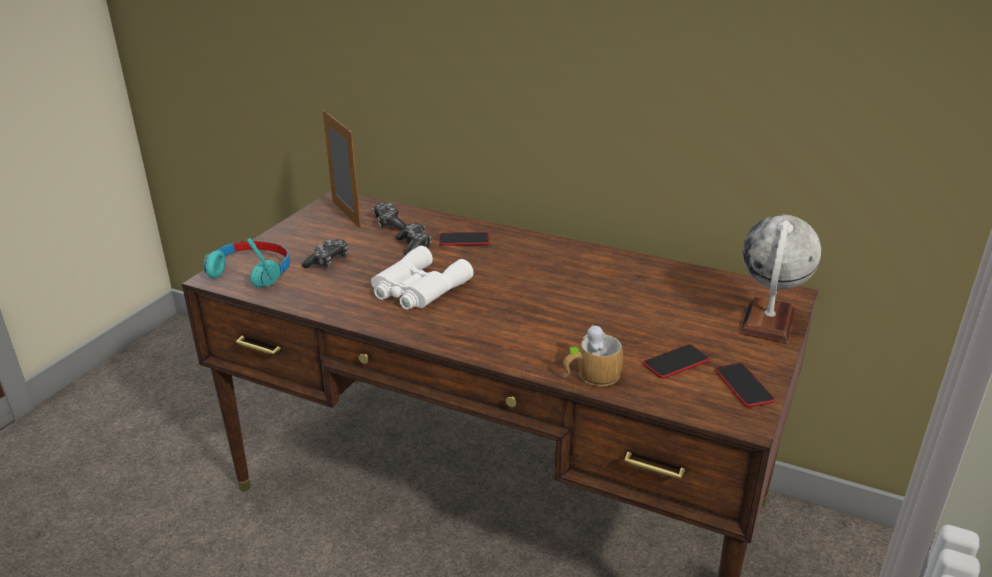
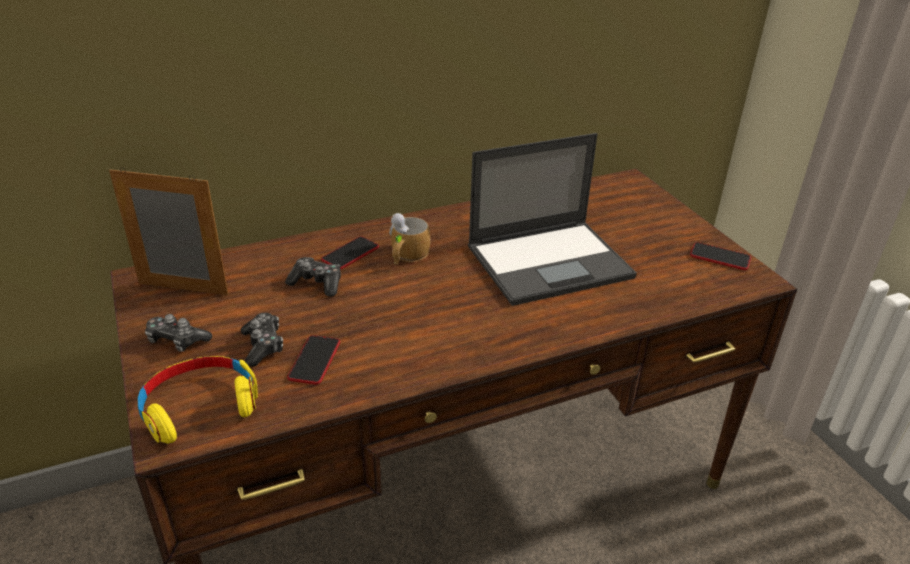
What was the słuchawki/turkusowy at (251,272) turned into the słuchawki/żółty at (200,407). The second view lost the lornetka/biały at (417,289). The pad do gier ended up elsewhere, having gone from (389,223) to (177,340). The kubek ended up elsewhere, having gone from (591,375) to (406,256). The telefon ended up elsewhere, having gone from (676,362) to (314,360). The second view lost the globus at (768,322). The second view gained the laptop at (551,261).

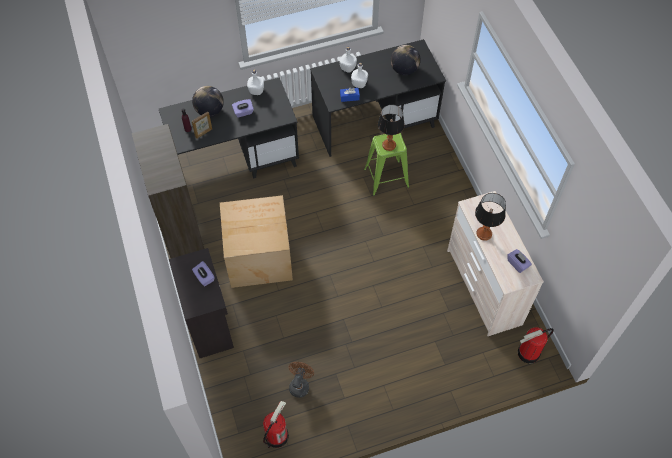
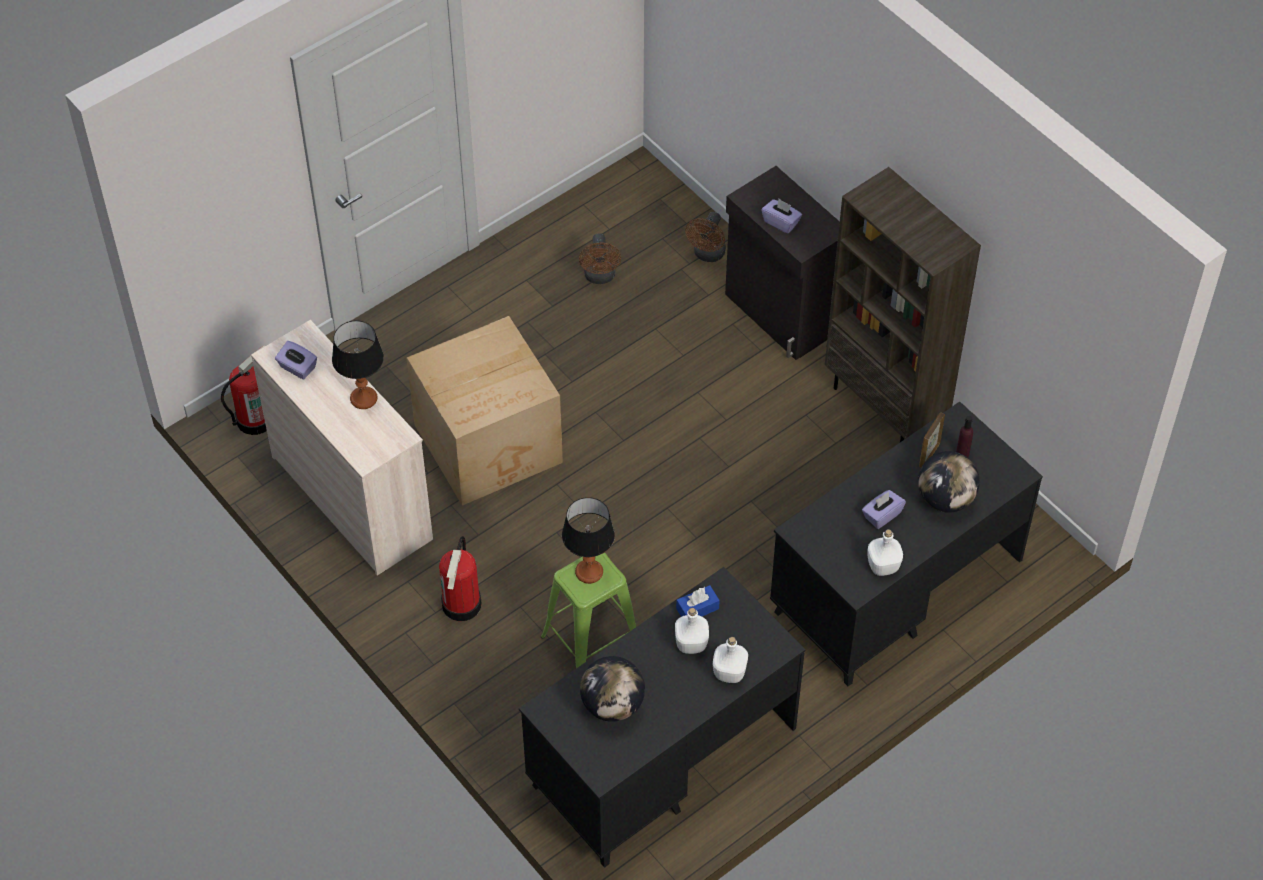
The karton ended up elsewhere, having gone from (258,256) to (490,444). The gaśnica ended up elsewhere, having gone from (276,435) to (462,604). The second view gained the wentylator/brązowy at (707,255).

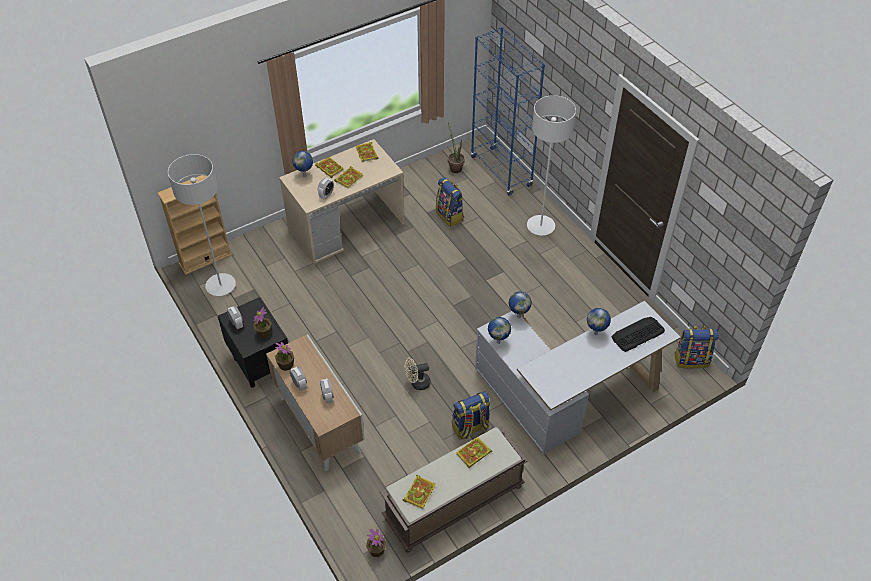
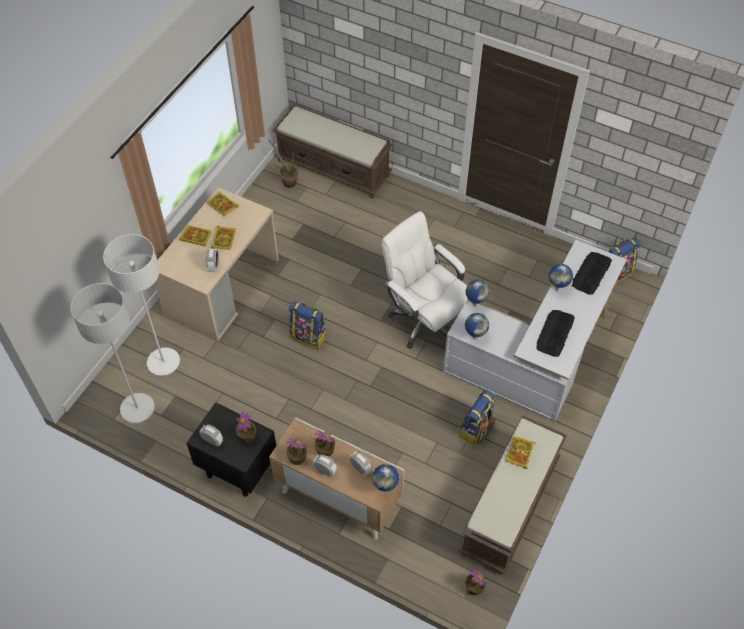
The second view lost the regał/beżowy at (205,259). The globus ended up elsewhere, having gone from (305,175) to (385,488). The second view lost the książka at (419,492). The second view lost the wentylator/beżowy at (417,383). The plecak ended up elsewhere, having gone from (450,215) to (309,336). Where the regał/niebieski stood at (501,171), the ławka/brązowy came to stand at (334,167). The lampa stojąca/biały ended up elsewhere, having gone from (540,226) to (163,362). The second view gained the roślina doniczkowa at (325,451). The second view gained the krzesło biurowe/biały at (424,320). The second view gained the klawiatura at (555,333).

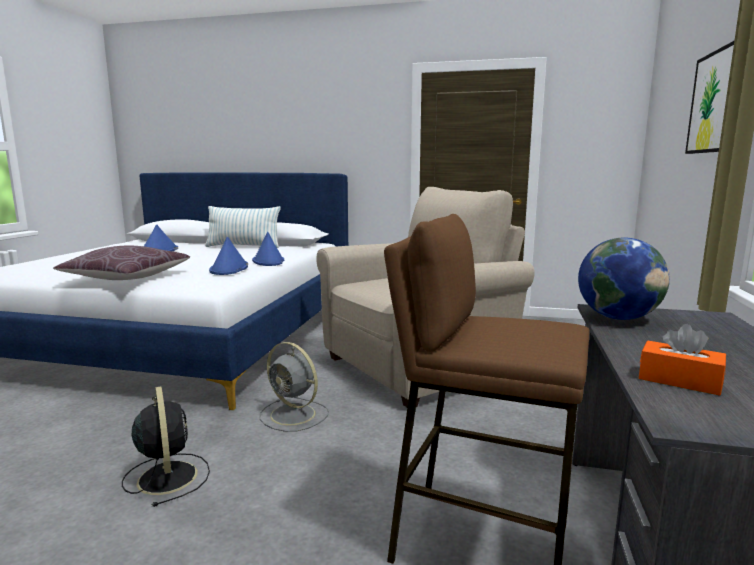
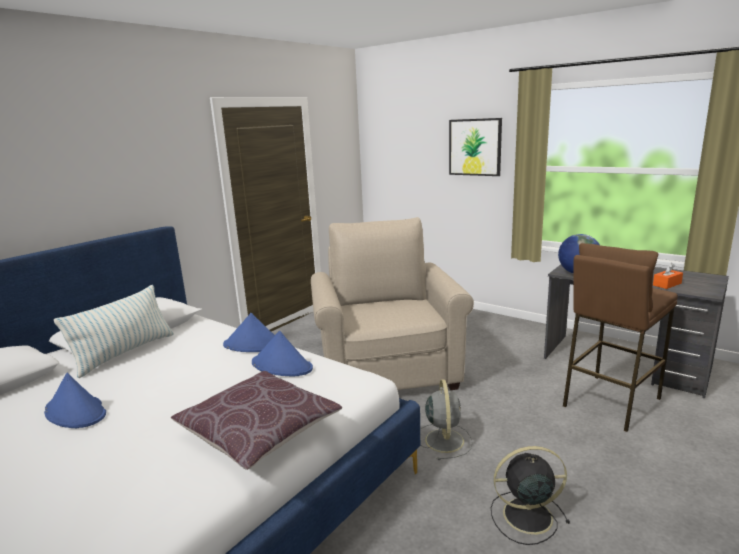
The wentylator/szary at (294,415) ended up facing another way, 60 degrees counterclockwise from before.

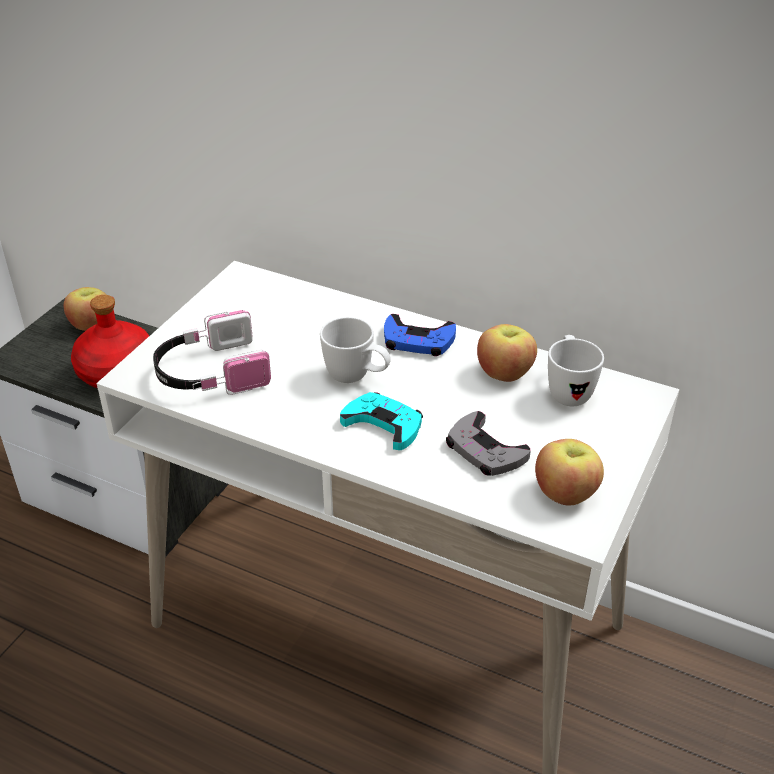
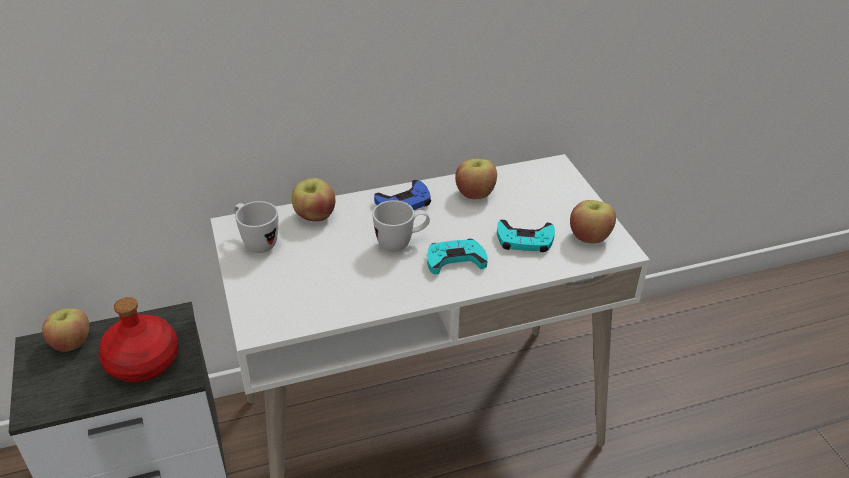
The second view lost the słuchawki at (210,373). What was the pad do gier/szary at (485,451) turned into the pad do gier/turkusowy at (525,240). The kubek/biały ended up elsewhere, having gone from (568,390) to (256,242). The second view gained the jabłko at (314,216).

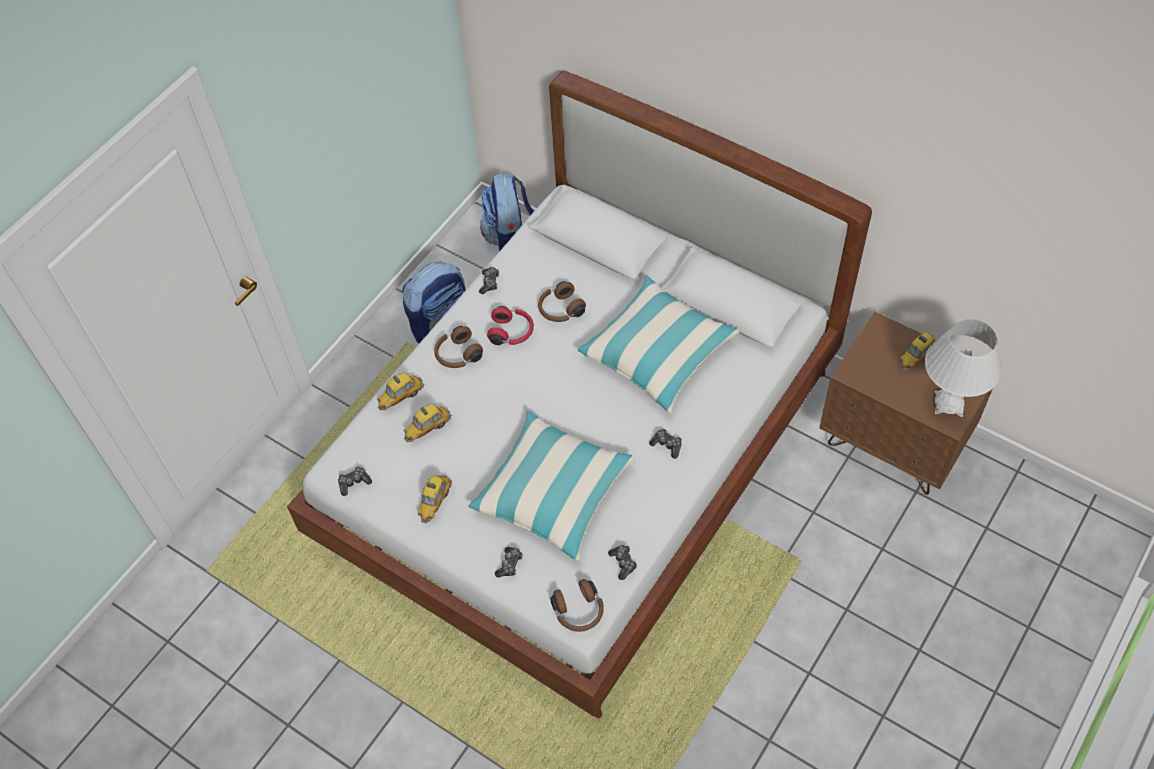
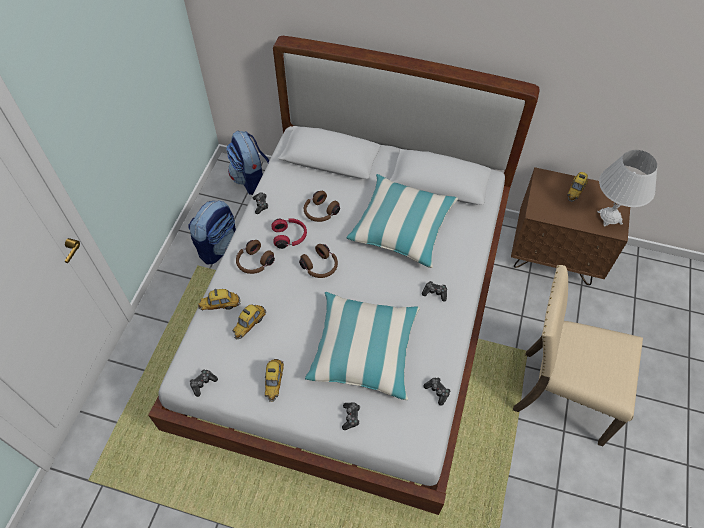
The samochodzik at (401,397) ended up facing another way, 45 degrees clockwise from before. The słuchawki/brązowy ended up elsewhere, having gone from (579,612) to (320,267). The second view gained the krzesło/beżowy at (560,393).

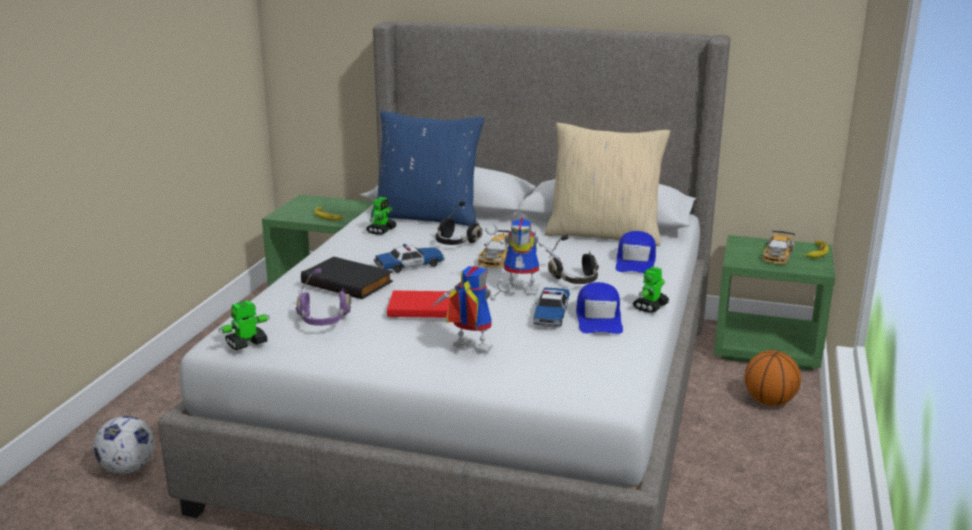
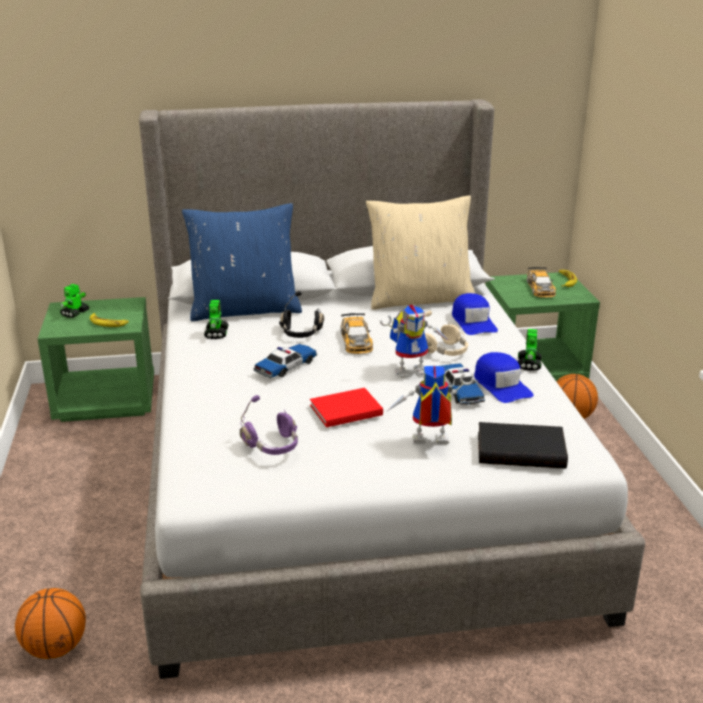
Where the piłka futbolowa stood at (128,468), the piłka do koszykówki came to stand at (56,648). The robot zabawkowy ended up elsewhere, having gone from (246,344) to (75,313). The książka/czarny ended up elsewhere, having gone from (349,282) to (521,449). What was the słuchawki/czarny at (576,280) turned into the słuchawki/beżowy at (445,351).

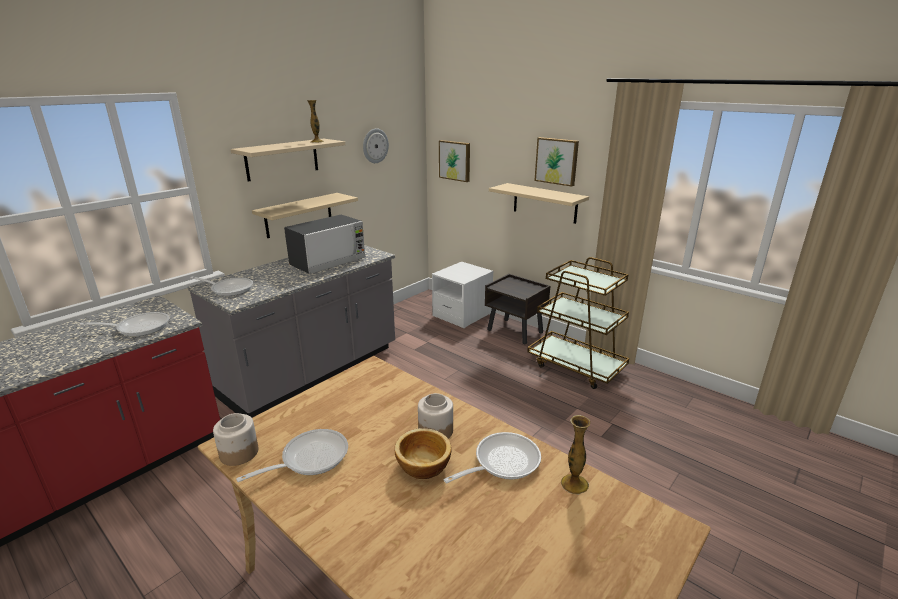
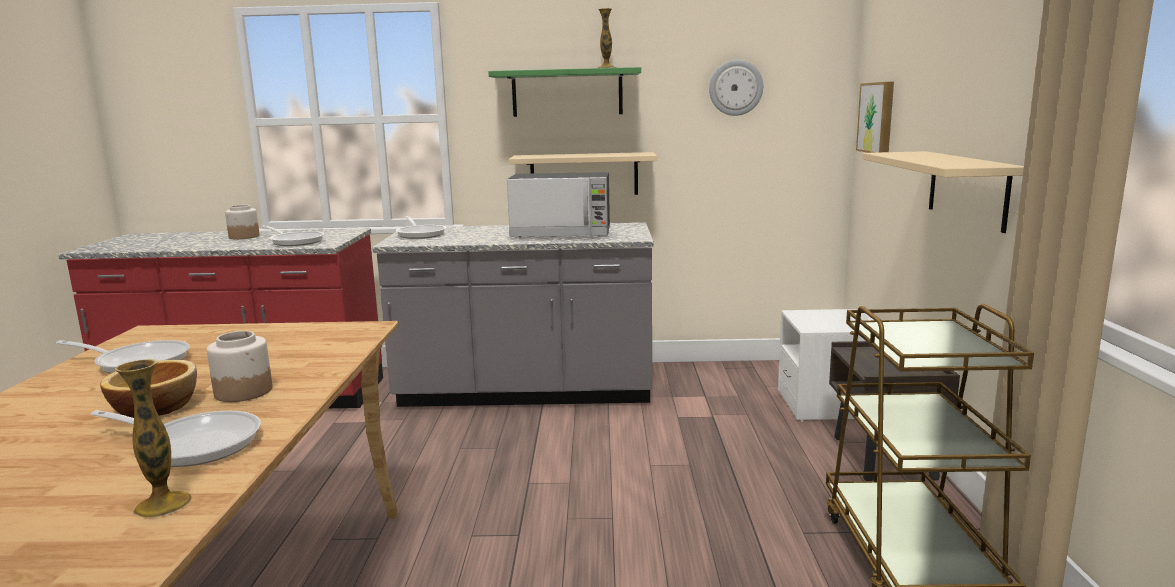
The słoik ended up elsewhere, having gone from (238,453) to (244,237). What was the półka/beżowy at (282,159) turned into the półka/zielony at (567,93). The second view lost the obraz at (557,161).

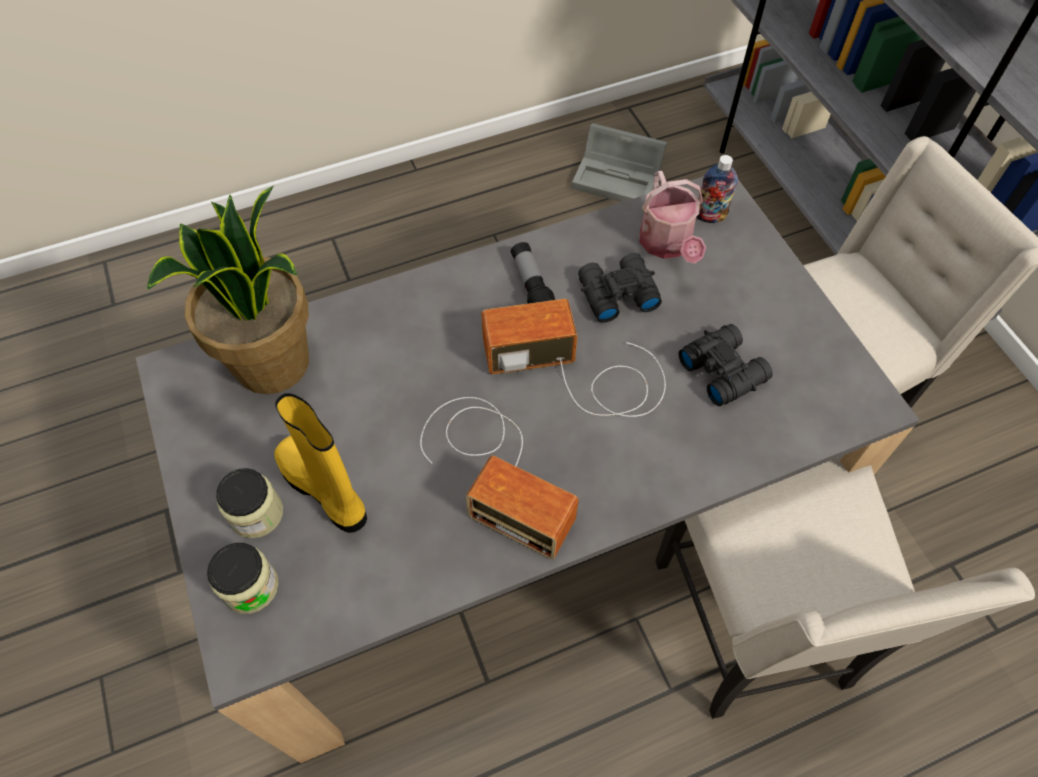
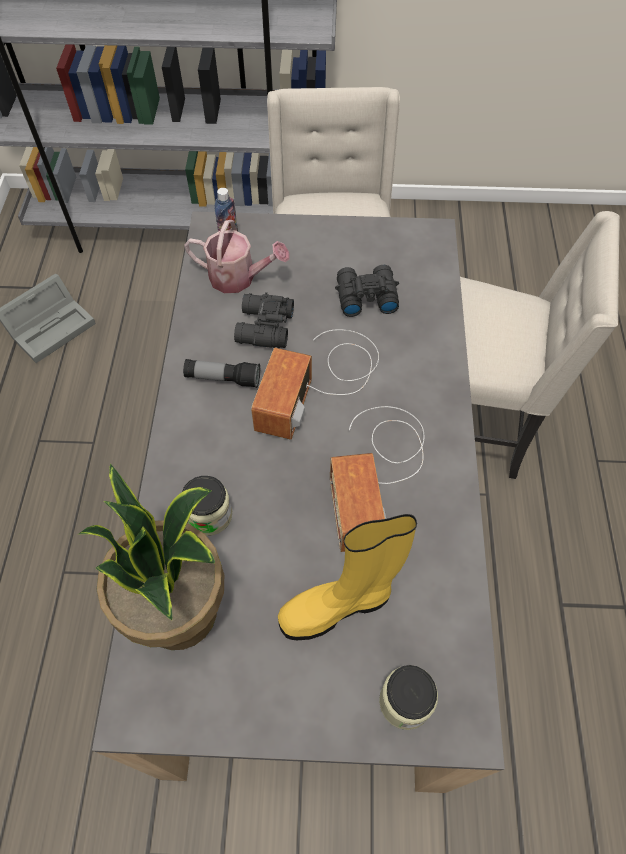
The słoik ended up elsewhere, having gone from (257,514) to (209,515). The radio at (494,469) ended up facing another way, 120 degrees clockwise from before.

